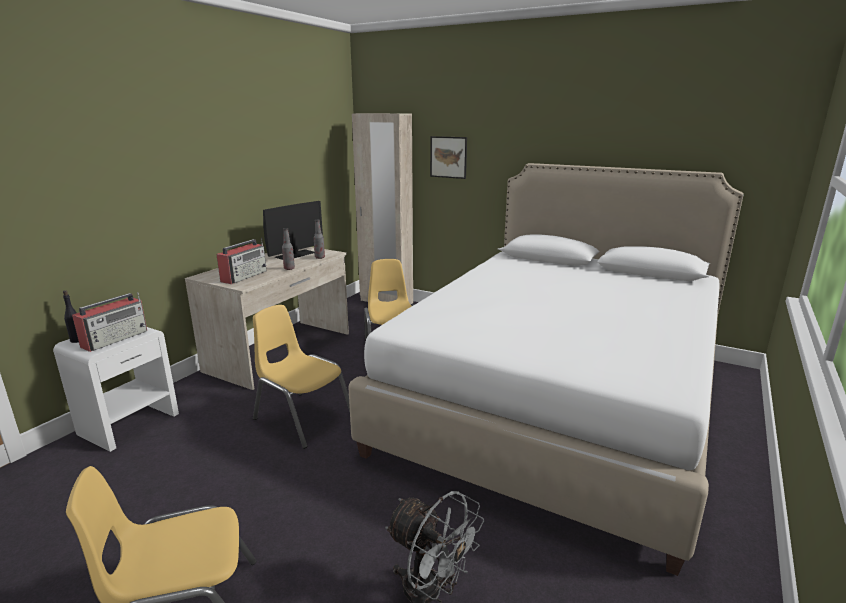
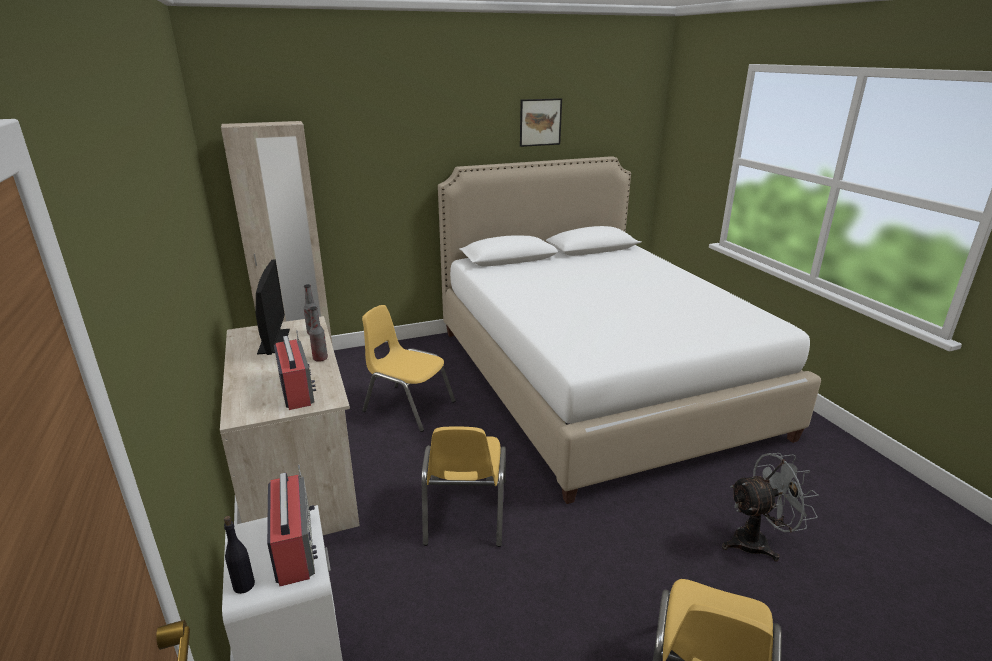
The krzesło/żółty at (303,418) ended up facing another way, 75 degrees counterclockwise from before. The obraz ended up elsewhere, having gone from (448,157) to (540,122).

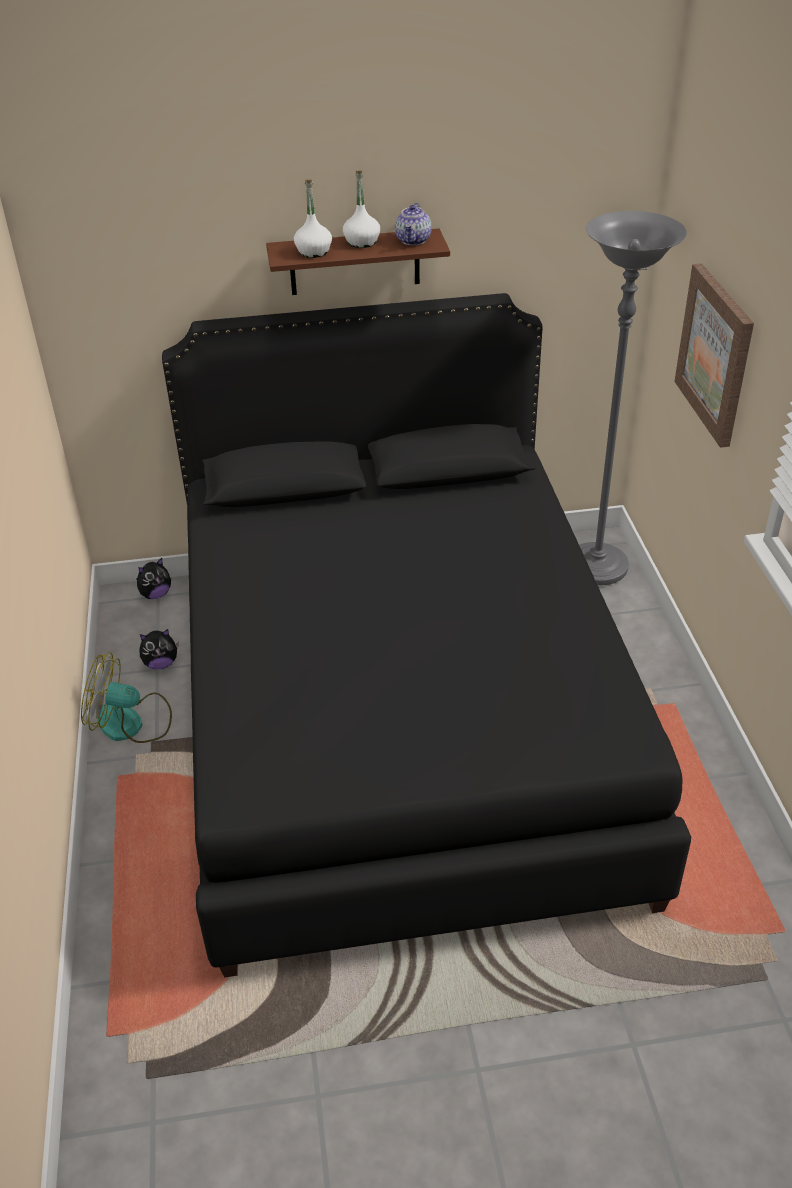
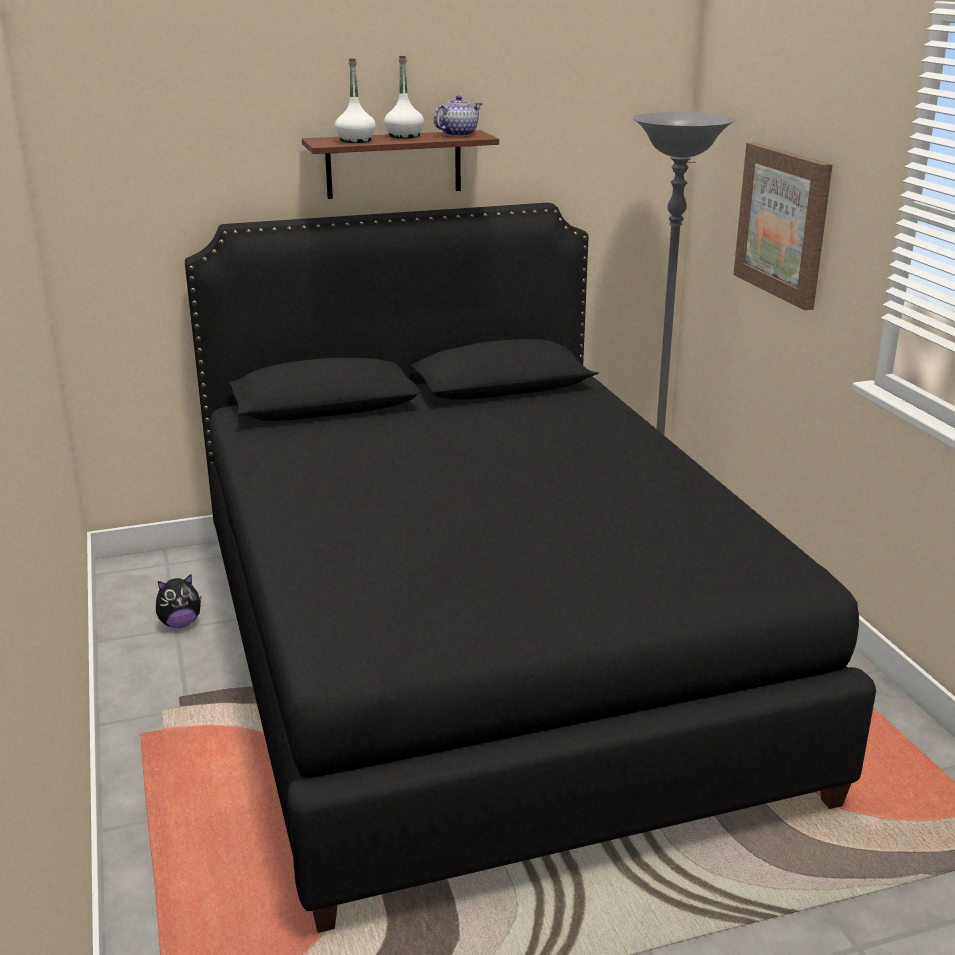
The second view lost the wentylator at (131,723). The second view lost the pluszak at (155,594). The imbryk at (413,240) ended up facing another way, 135 degrees counterclockwise from before.

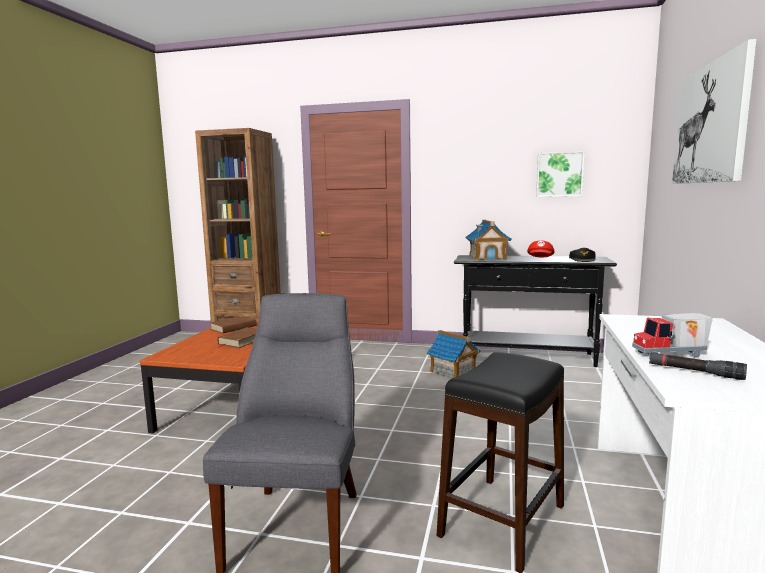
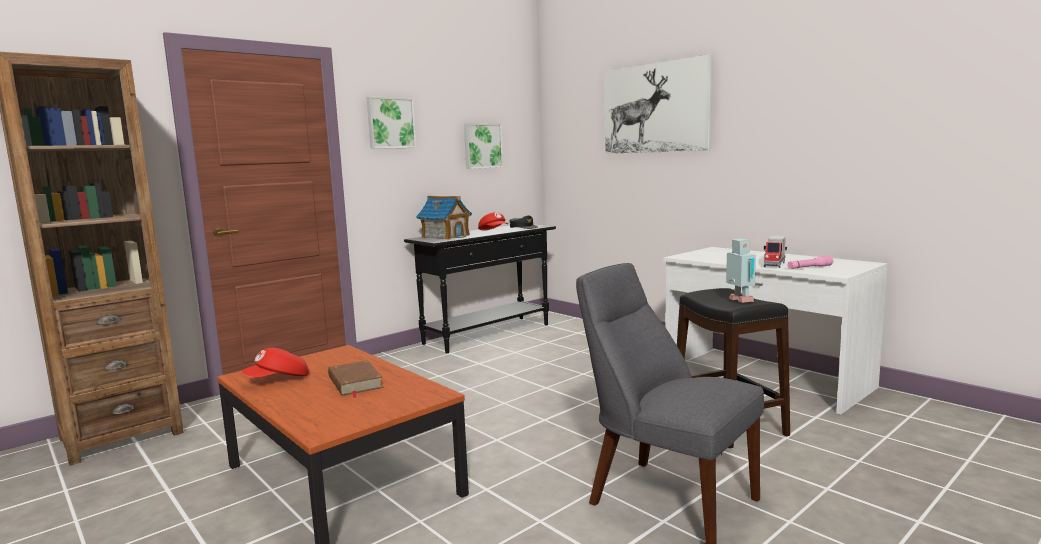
Where the książka/brązowy stood at (234,327), the czapka z daszkiem/czerwony came to stand at (278,380). The second view lost the domek at (453,371). What was the latarka/czarny at (695,372) turned into the latarka/różowy at (809,267). The second view gained the obraz at (390,123). The second view gained the robot zabawkowy at (740,301).

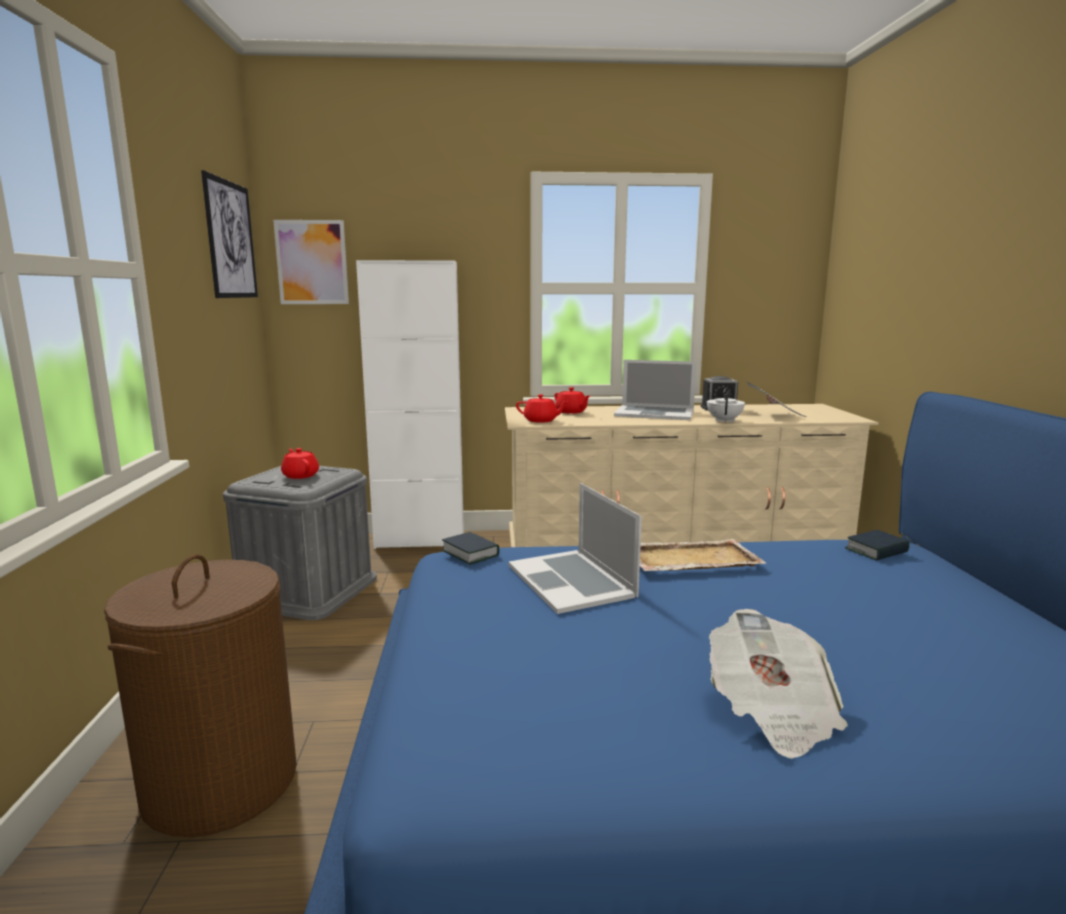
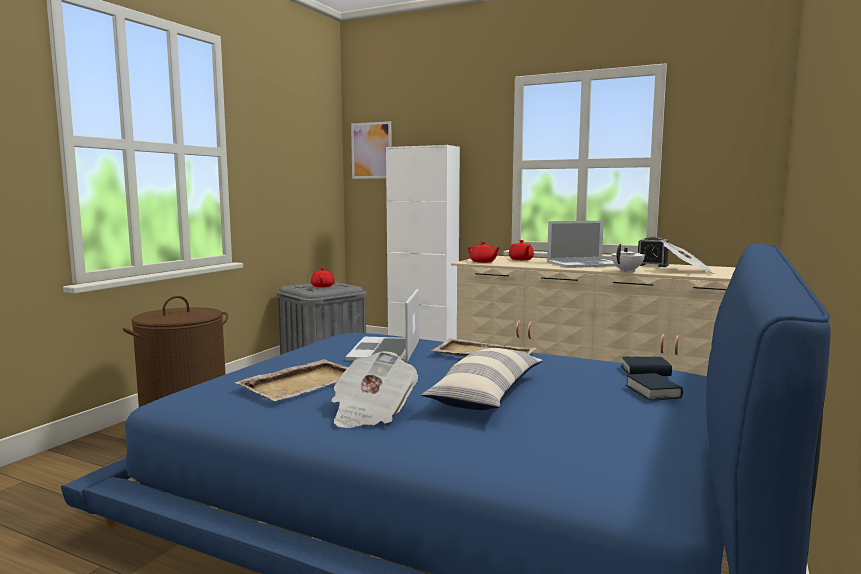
The second view lost the obraz at (231,240). The książka ended up elsewhere, having gone from (470,553) to (653,392). The laptop at (654,413) ended up facing another way, 60 degrees counterclockwise from before. The second view gained the taca/beżowy at (303,383). The second view gained the poduszka at (487,394).

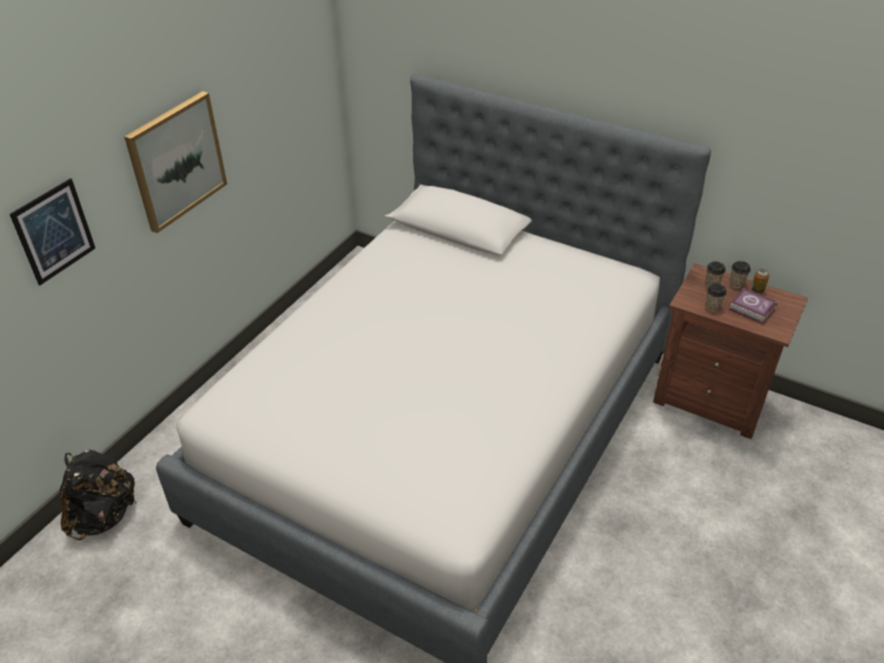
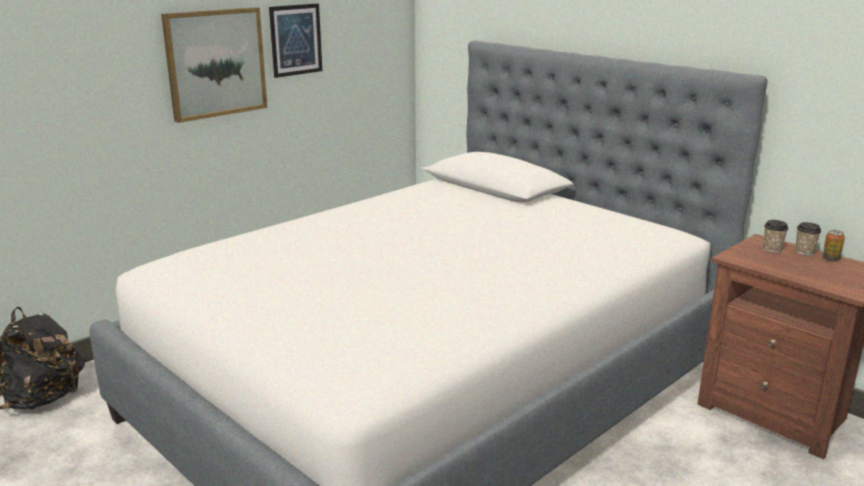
The obraz ended up elsewhere, having gone from (54,231) to (296,40). The second view lost the filiżanka at (712,306). The second view lost the książka at (752,309).

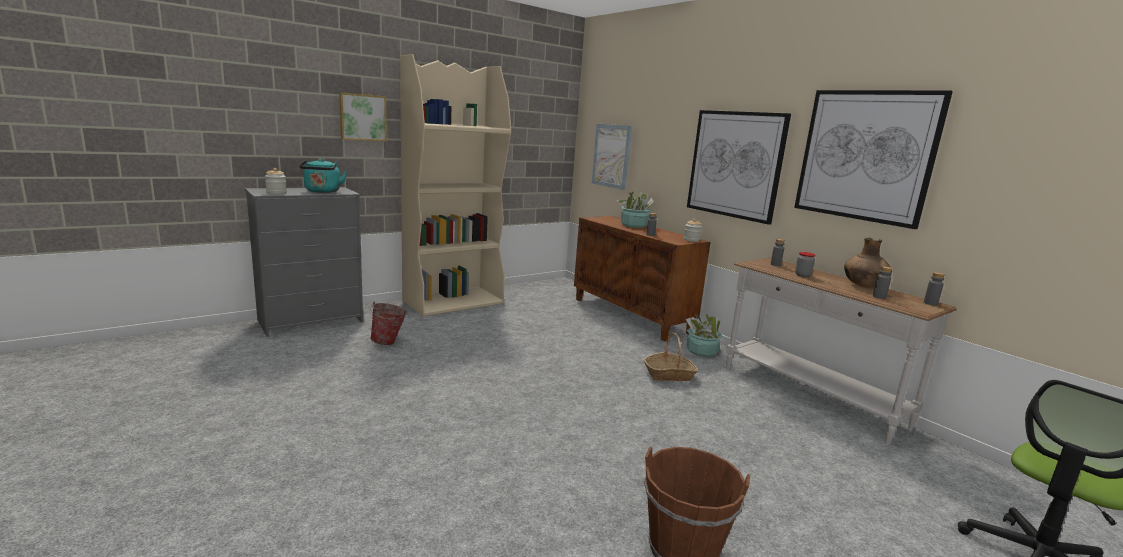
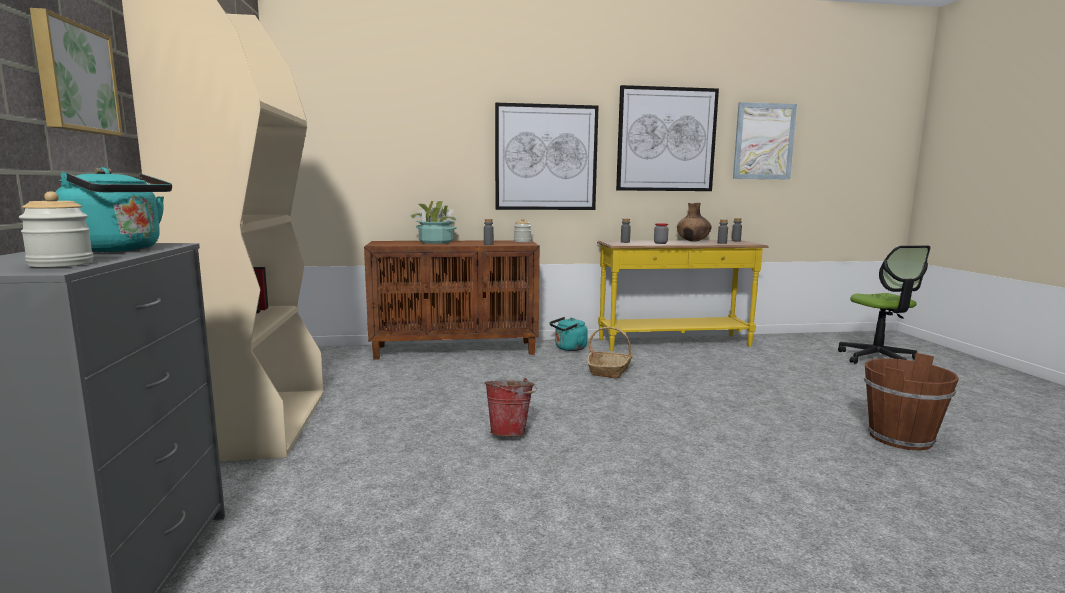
The wiadro ended up elsewhere, having gone from (389,342) to (510,432). The obraz ended up elsewhere, having gone from (611,156) to (764,141). Where the roślina doniczkowa stood at (701,351), the czajnik/turkusowy came to stand at (569,348). What was the stolik konsolowy/biały at (809,396) turned into the stolik konsolowy/żółty at (674,343).

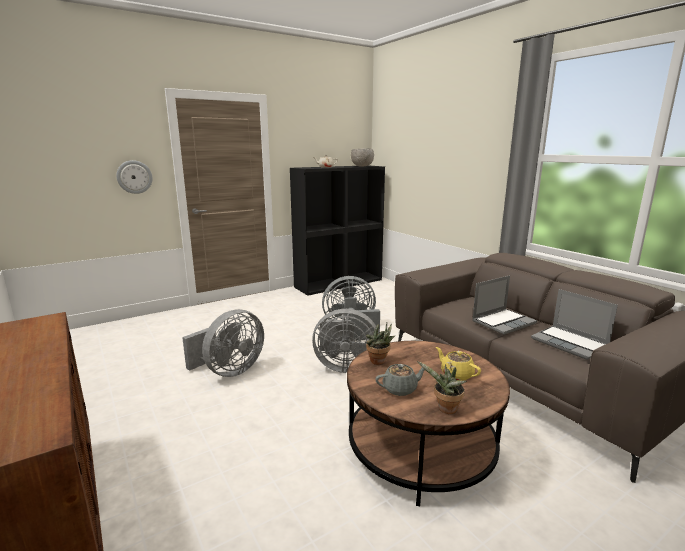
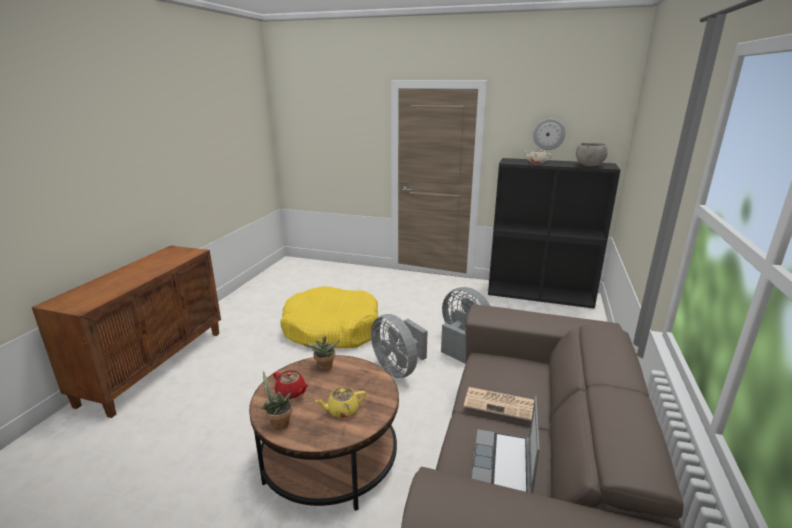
The zegar ścienny ended up elsewhere, having gone from (134,177) to (549,134). Where the wentylator/szary stood at (229,371), the legowisko/żółty came to stand at (332,329). What was the imbryk/szary at (400,389) turned into the imbryk/czerwony at (291,392). The imbryk/żółty at (456,374) ended up facing another way, 120 degrees counterclockwise from before. Where the laptop stood at (503,322), the gazeta came to stand at (500,404).

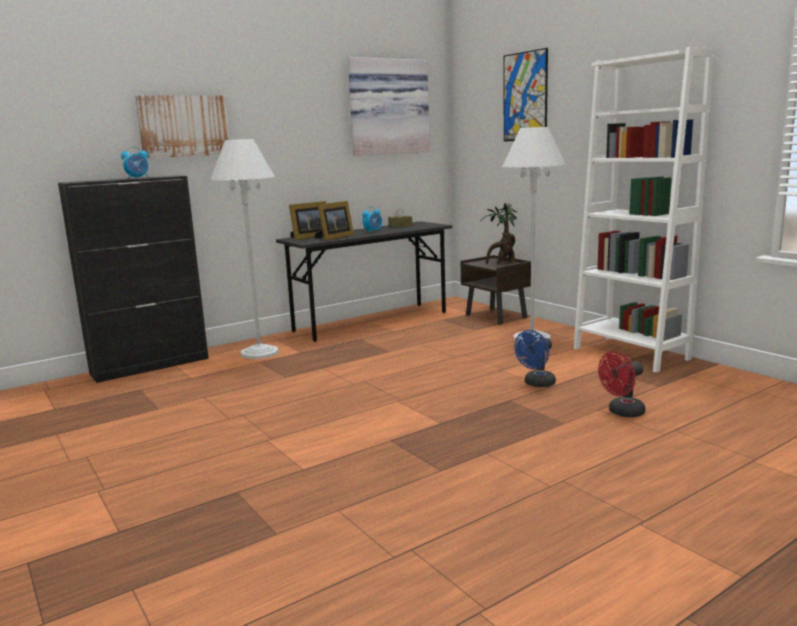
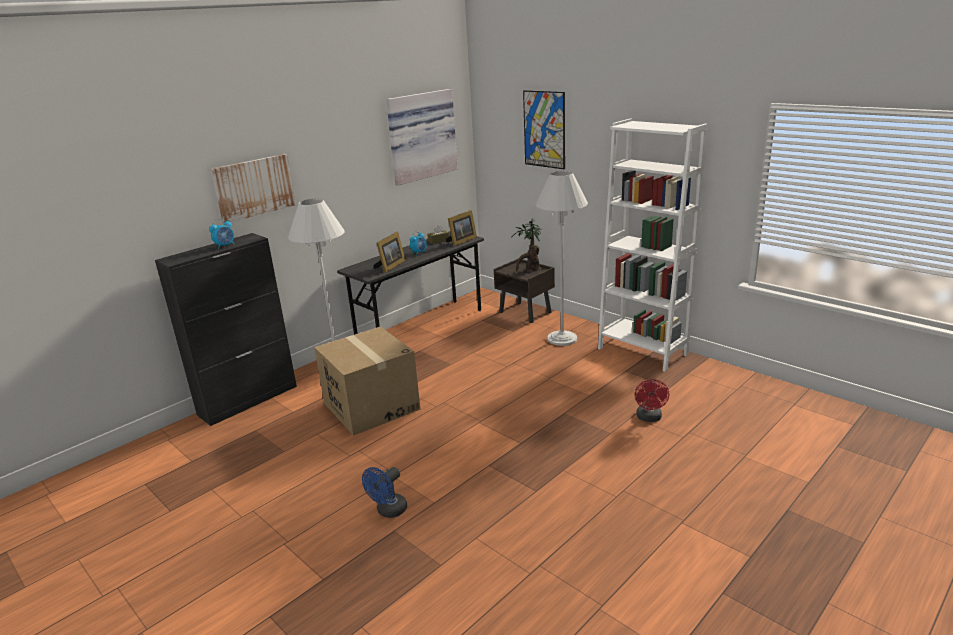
The ramka na zdjęcie ended up elsewhere, having gone from (309,237) to (461,241). The wentylator/niebieski ended up elsewhere, having gone from (536,384) to (388,511). The wentylator/czerwony at (622,413) ended up facing another way, 45 degrees counterclockwise from before. The second view gained the karton at (371,406).

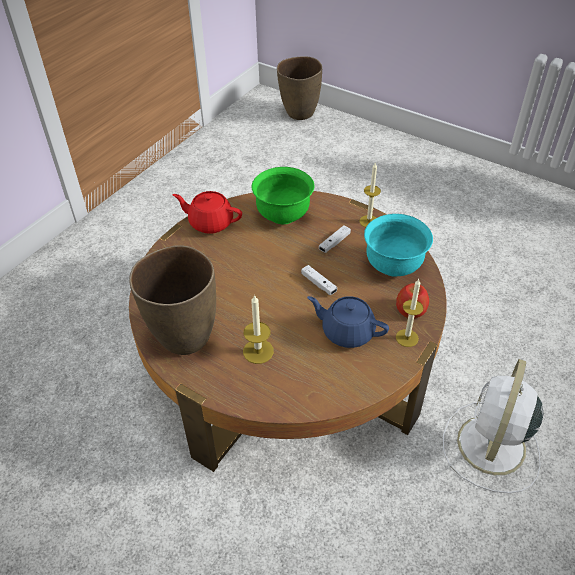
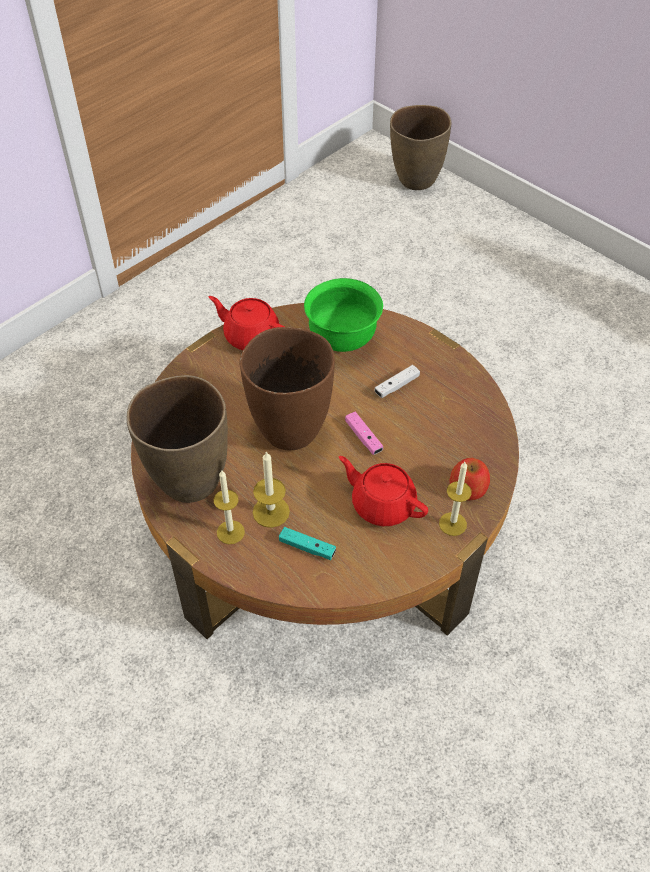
What was the pad do gier/biały at (318,284) turned into the pad do gier/różowy at (363,437). What was the imbryk/niebieski at (347,331) turned into the imbryk/czerwony at (382,504). The świeca ended up elsewhere, having gone from (369,221) to (230,532). The second view lost the miska/turkusowy at (393,265). The second view lost the wentylator/biały at (490,447). The second view gained the wazon/brązowy at (289,429). The second view gained the pad do gier/turkusowy at (307,547).

